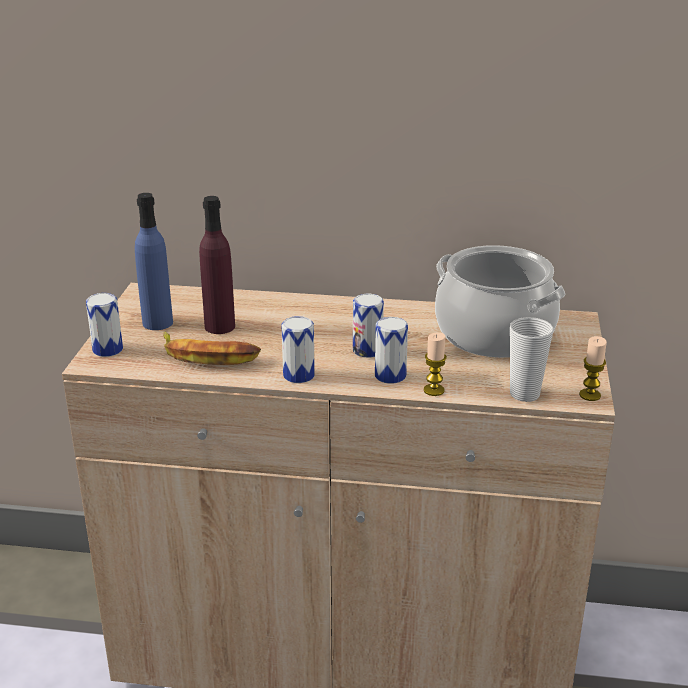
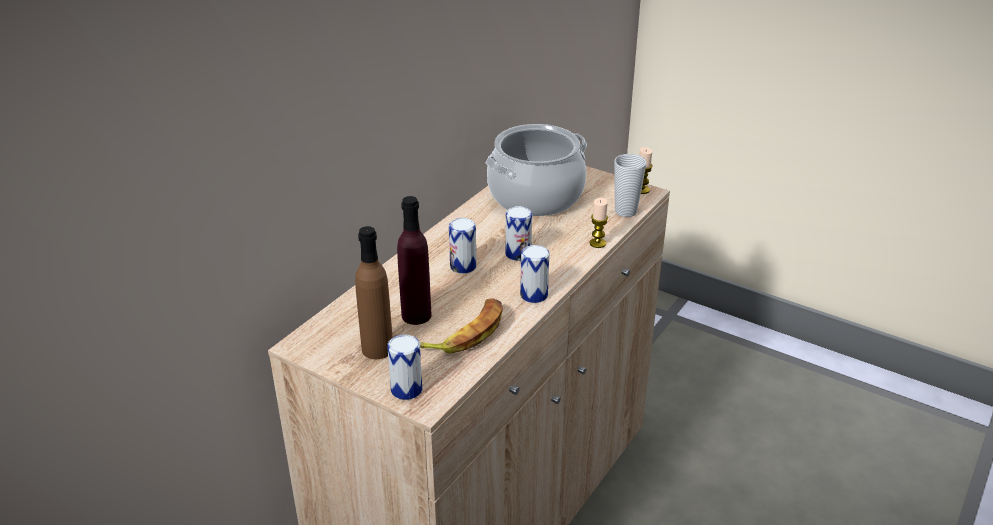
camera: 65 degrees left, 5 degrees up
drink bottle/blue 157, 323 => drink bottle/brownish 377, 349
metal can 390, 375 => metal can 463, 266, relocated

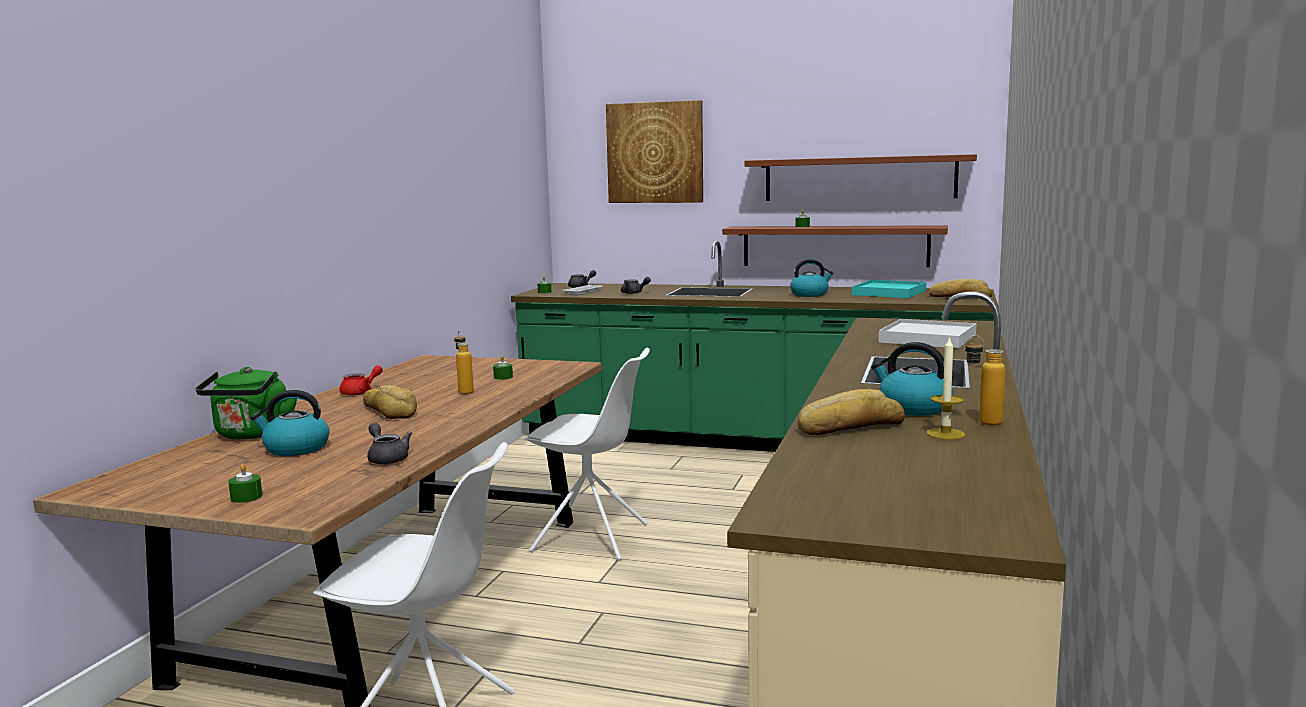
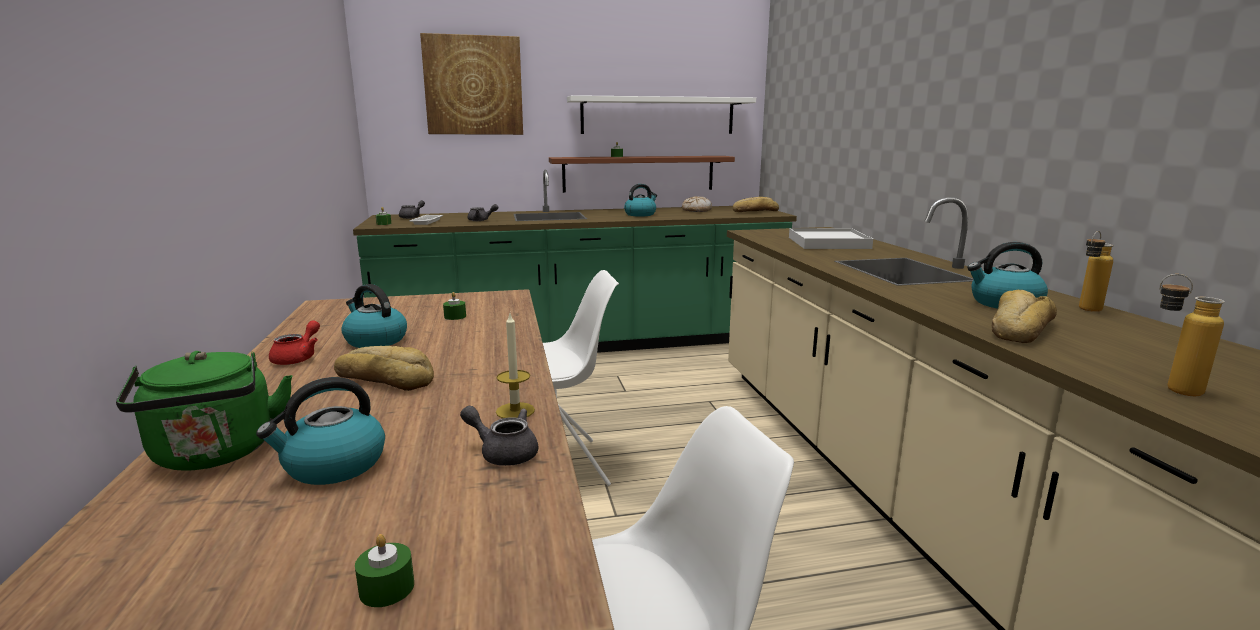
camera: 30 degrees left, 5 degrees up
nothing => water kettle 375, 340
wax light 945, 434 => wax light 515, 411, relocated
wall shelf/brownish 859, 178 => wall shelf/white-coloured 658, 116
carrying tray/turquoise-coloured 889, 293 => bread 696, 210
drink bottle 464, 391 => drink bottle 1169, 388, relocated

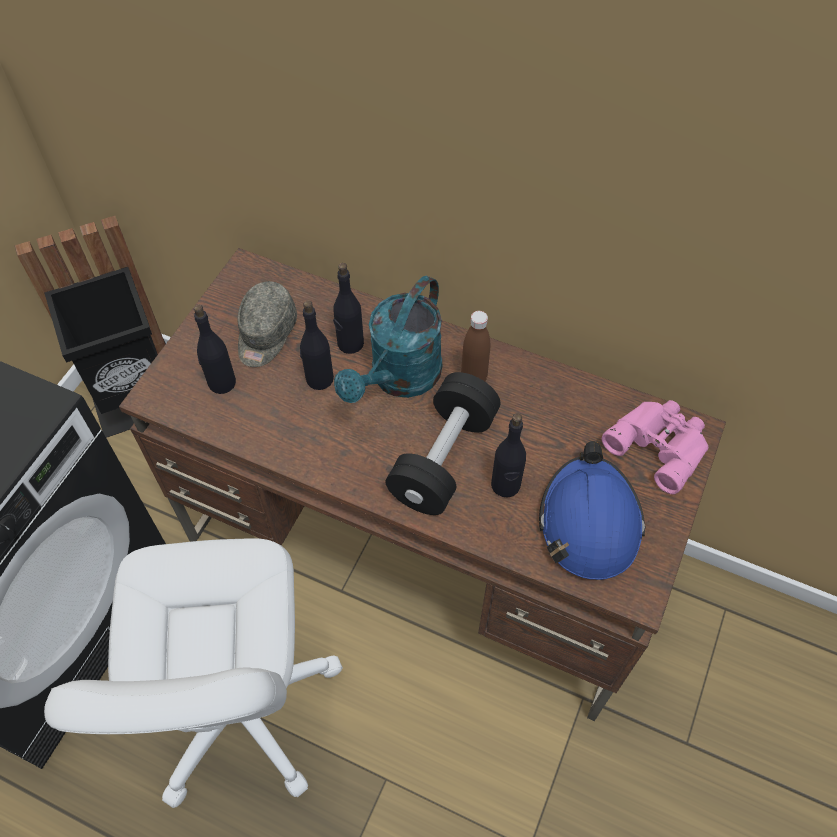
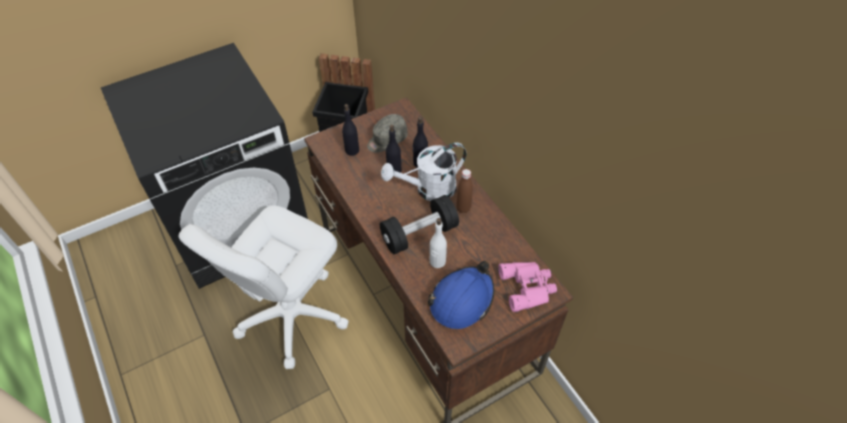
camera: 35 degrees right, 5 degrees down
watering can/turquoise-coloured 399, 379 => watering can/white-coloured 429, 190
drink bottle/black 505, 485 => drink bottle/white-coloured 437, 261

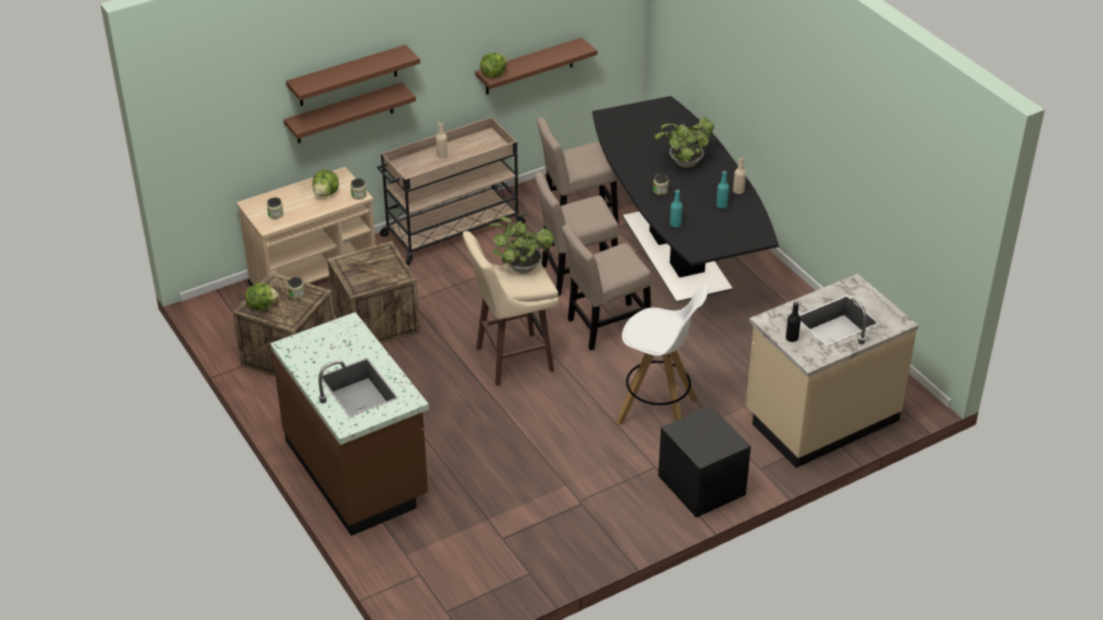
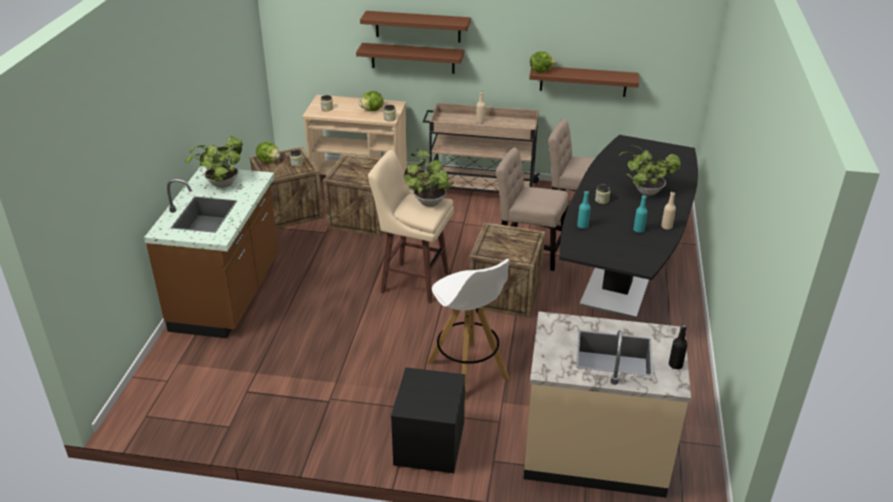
camera: 40 degrees right, 5 degrees down
nothing => houseplant 220, 184
plain chair/beige 605, 326 => shipping crate 505, 294
drink bottle/black 791, 338 => drink bottle/black 675, 365, relocated

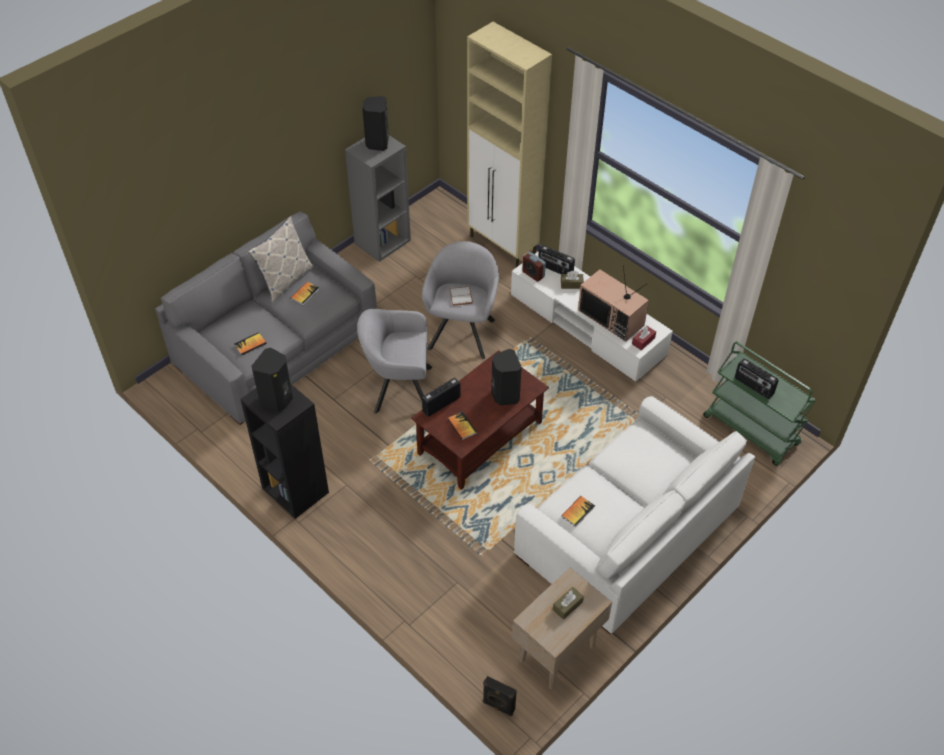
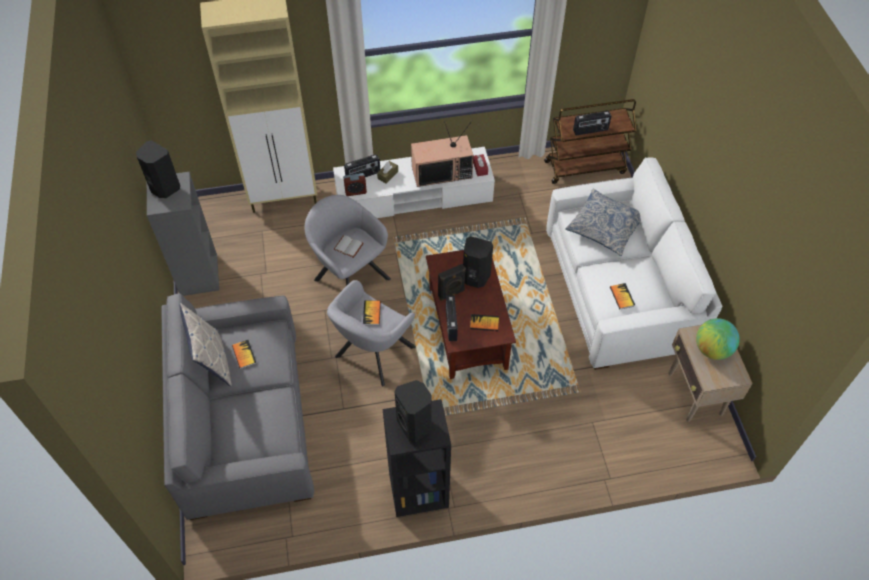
camera: 55 degrees left, 5 degrees up
volume 250, 344 => volume 372, 313, relocated
audio speaker/black 498, 706 => audio speaker/black 451, 294, relocated
wheeled cart/greenish 752, 430 => wheeled cart/brownish 585, 167
nothing => cushion 605, 227
box of tissues/brownish 567, 606 => world globe 712, 349

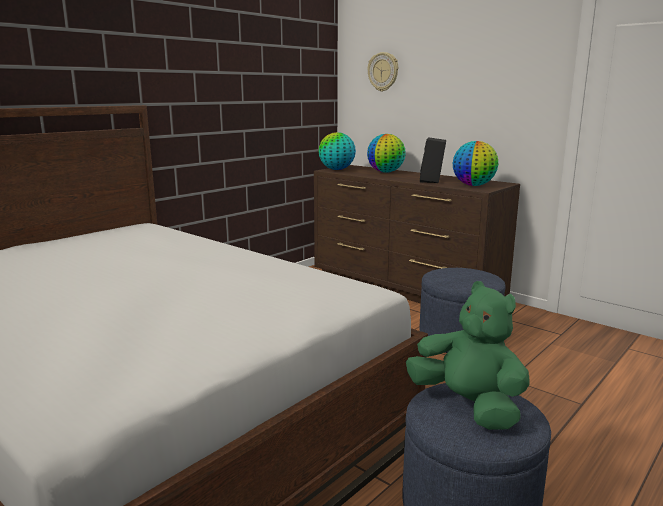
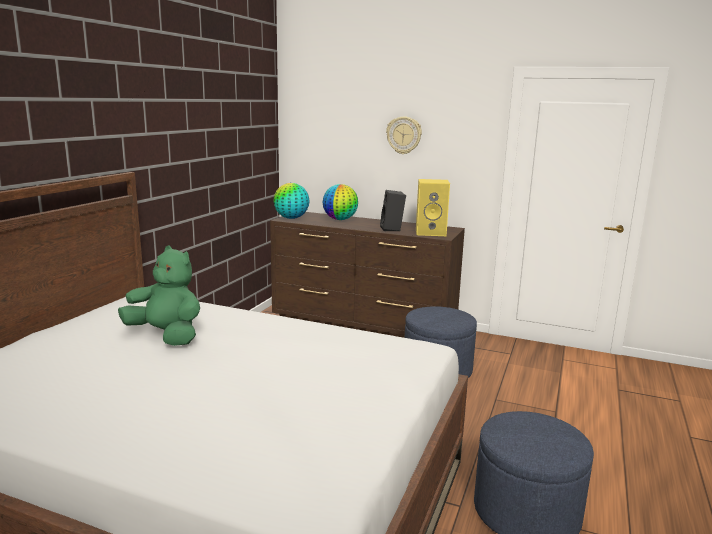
camera: 20 degrees left, 0 degrees up
cuddly toy/greenish 468, 405 => cuddly toy/greenish 167, 336, relocated
clock on the wall 383, 72 => clock on the wall 404, 135, relocated
world globe 473, 185 => audio speaker/yellow-coloured 431, 232

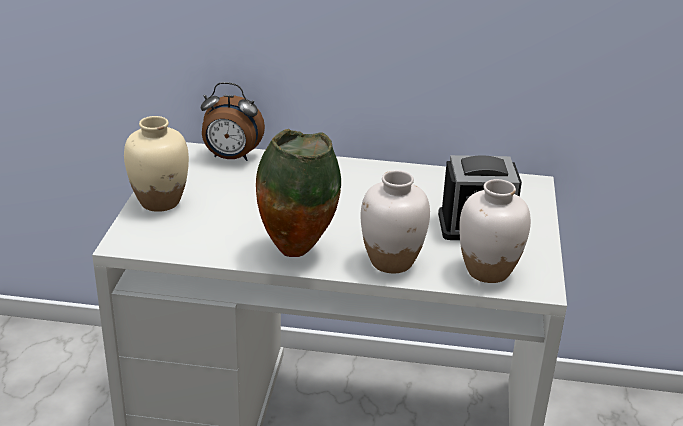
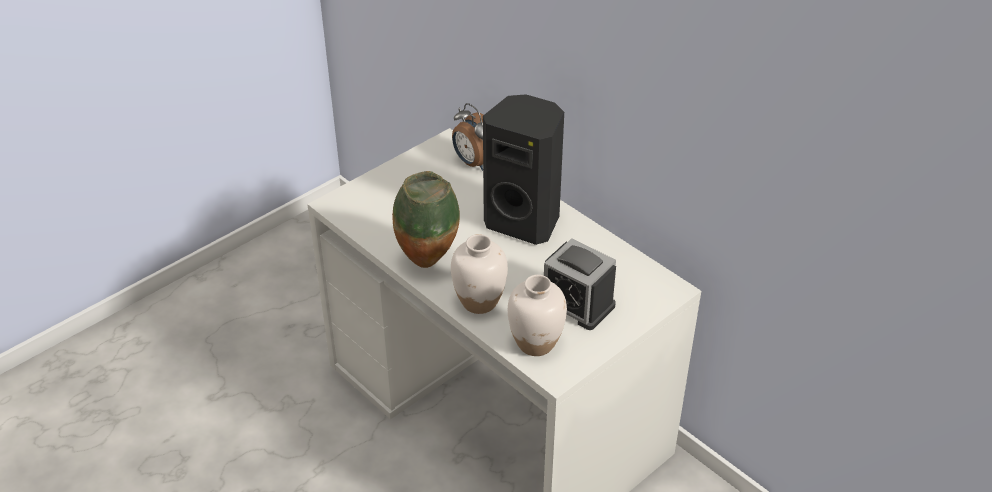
camera: 40 degrees right, 10 degrees up
nothing => audio speaker/black 524, 221
decorative vase/beige 160, 201 => nothing

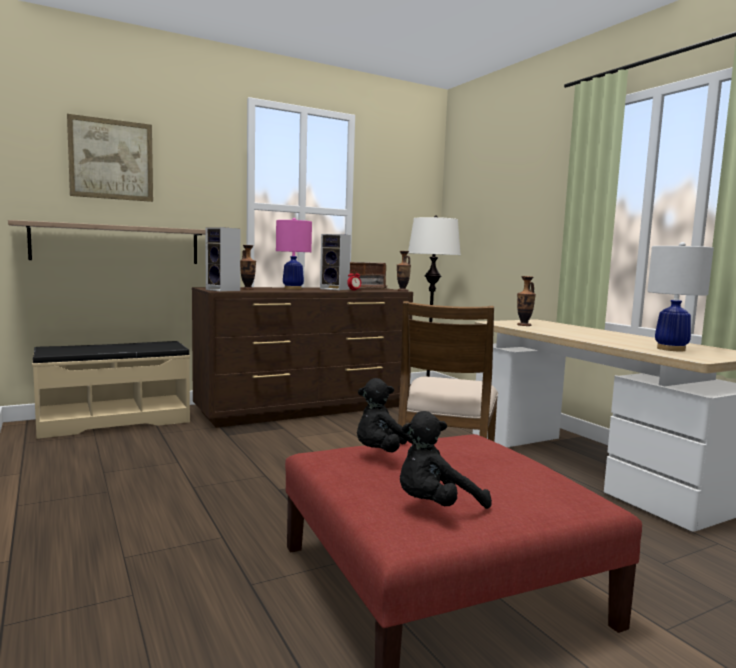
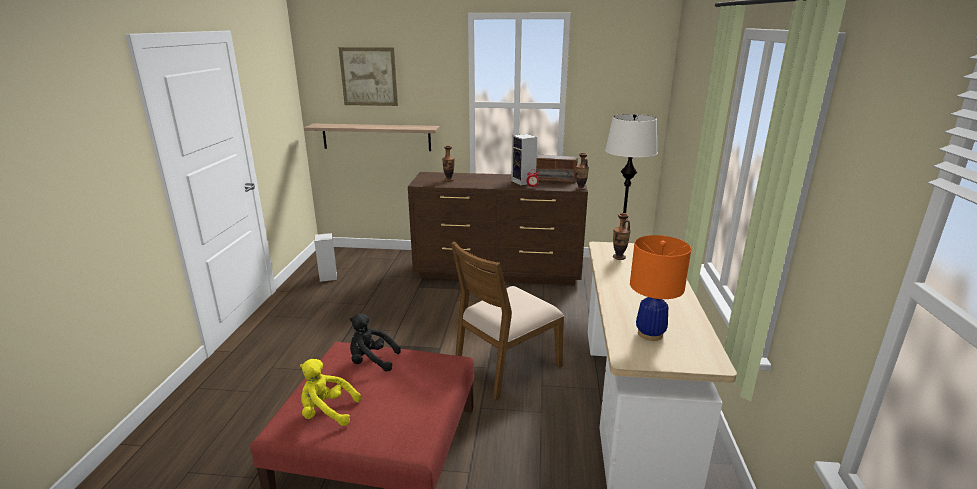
camera: 35 degrees right, 15 degrees up
cuddly toy/black 435, 506 => cuddly toy/yellow-coloured 327, 412
audio speaker 224, 290 => audio speaker 329, 277, relocated
tabletop lamp/white-coloured 671, 349 => tabletop lamp/orange 650, 334
long seat/beige 114, 421 => nothing
tabletop lamp/pink 293, 288 => nothing

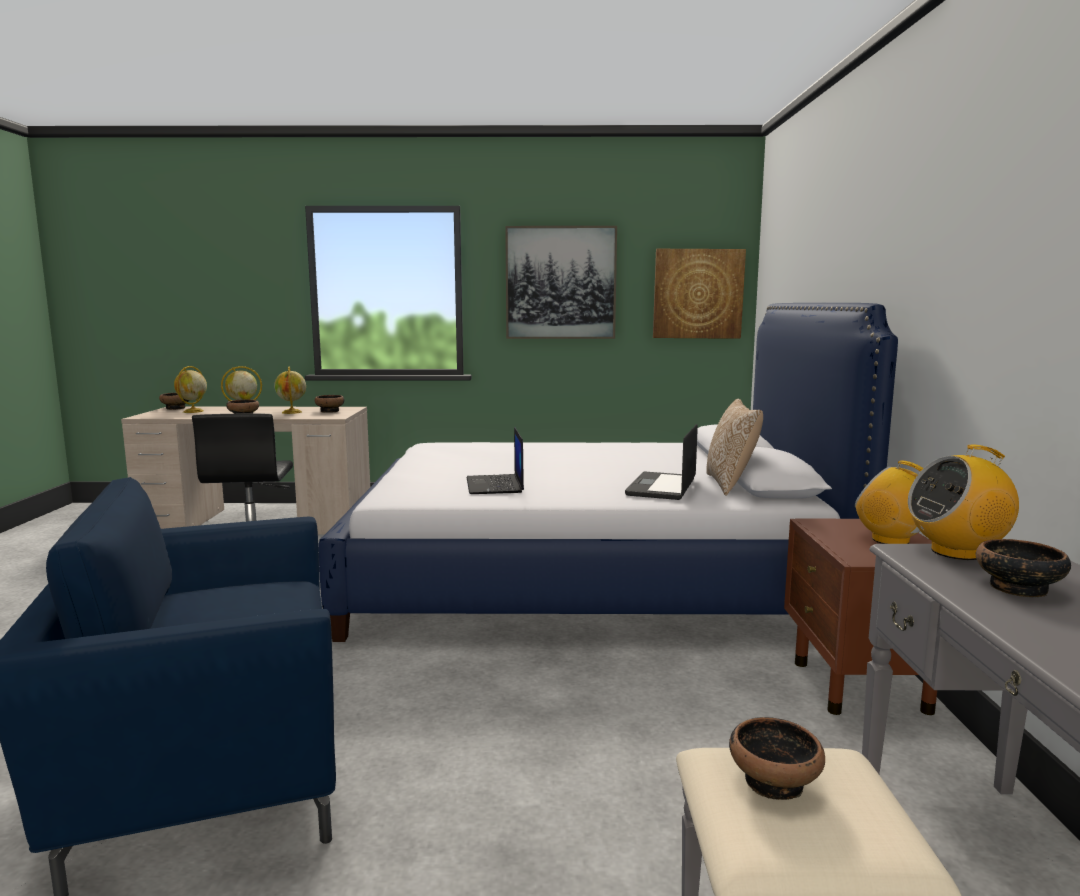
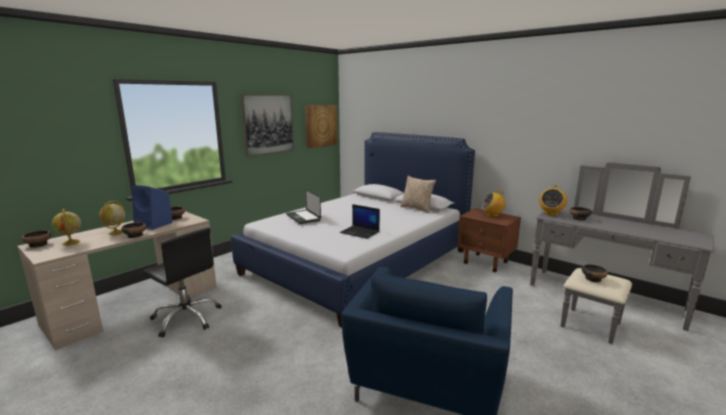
camera: 50 degrees left, 5 degrees up
world globe 292, 412 => audio speaker/blue 154, 224
laptop 661, 487 => laptop 303, 217, relocated

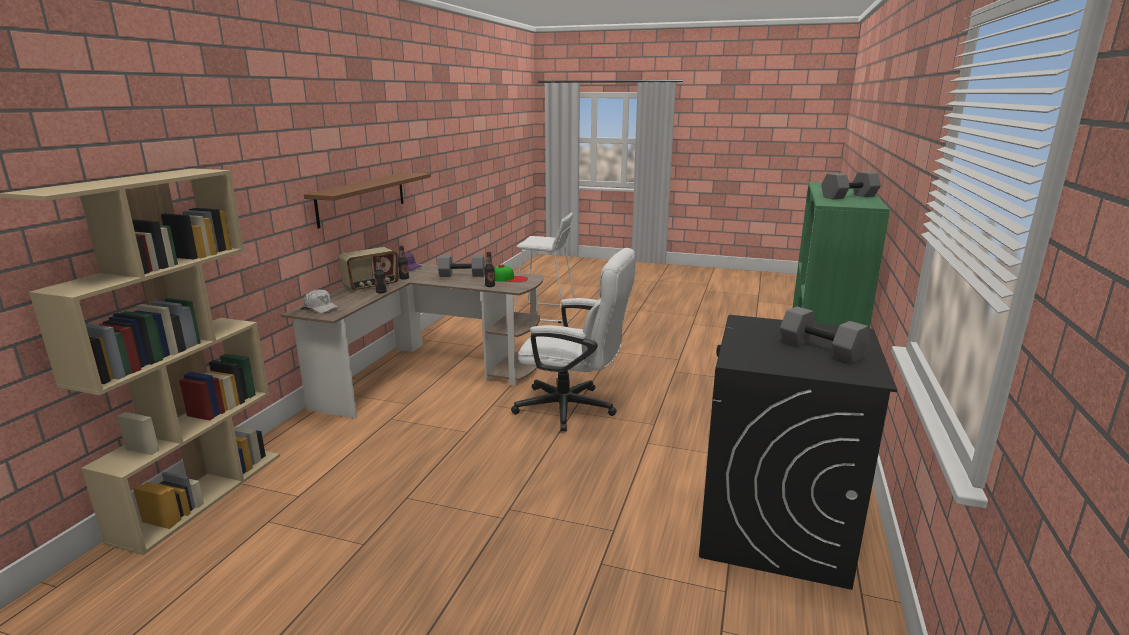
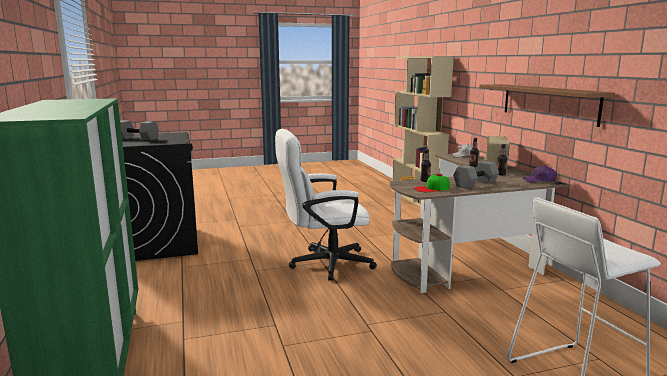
camera: 145 degrees right, 5 degrees down
dumbbell/greyish 848, 197 => nothing

